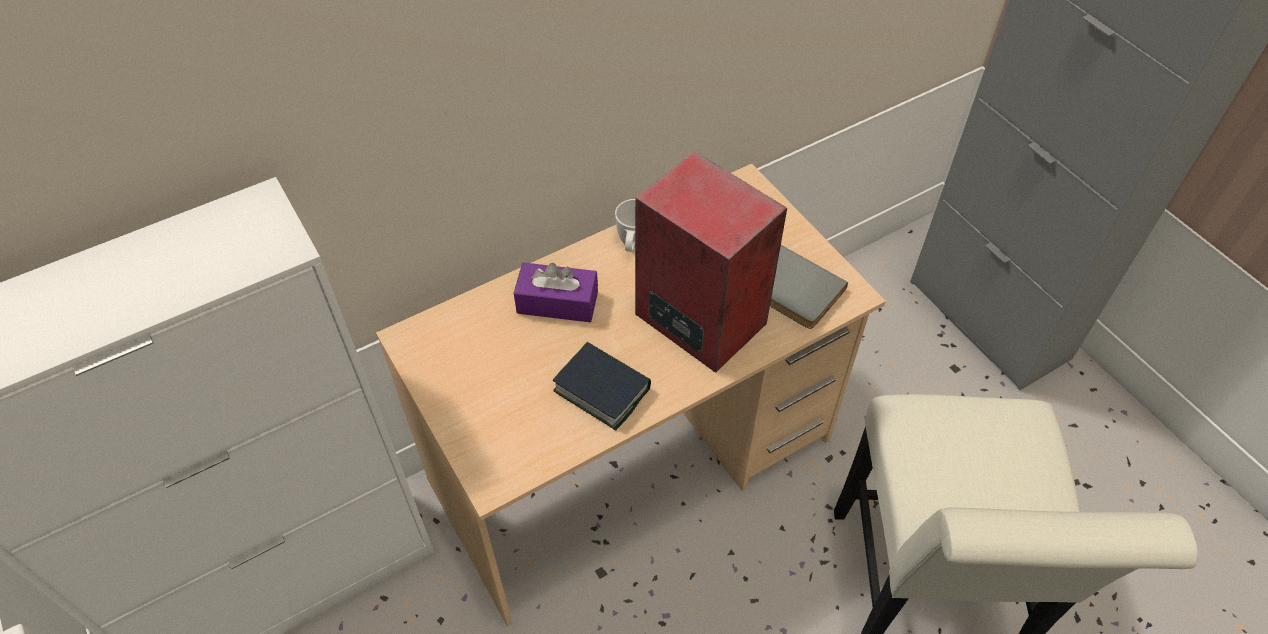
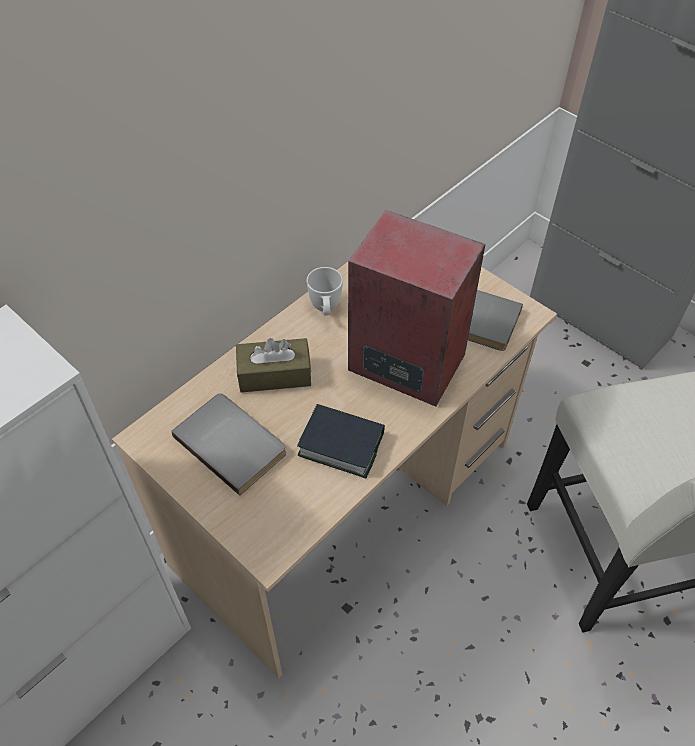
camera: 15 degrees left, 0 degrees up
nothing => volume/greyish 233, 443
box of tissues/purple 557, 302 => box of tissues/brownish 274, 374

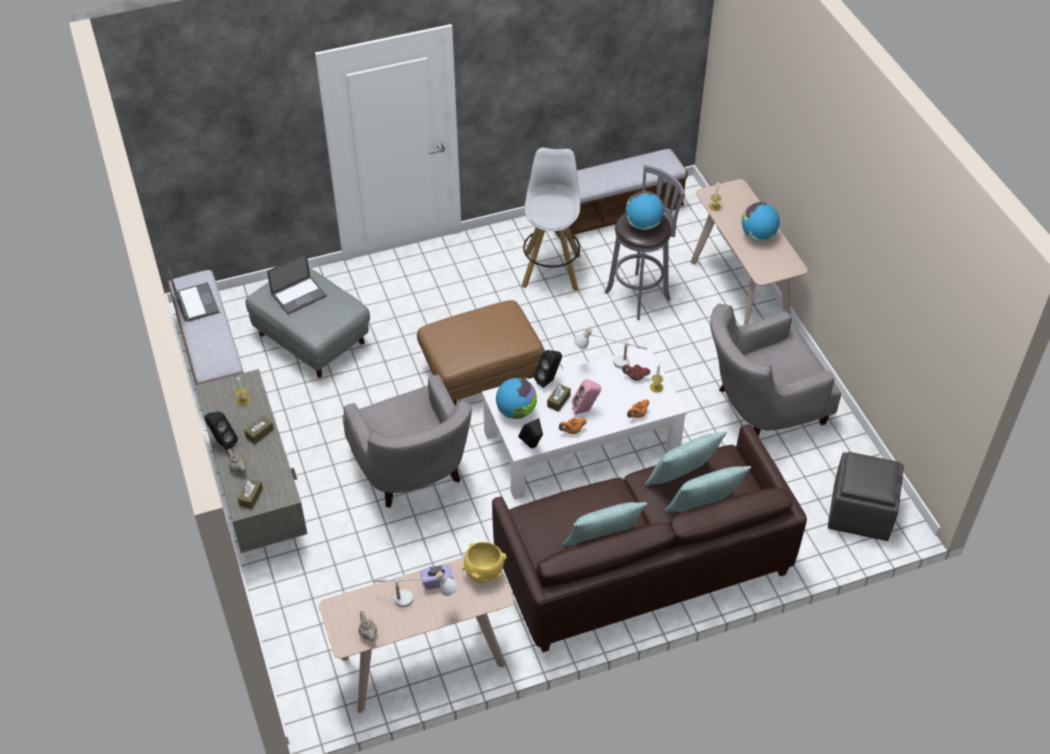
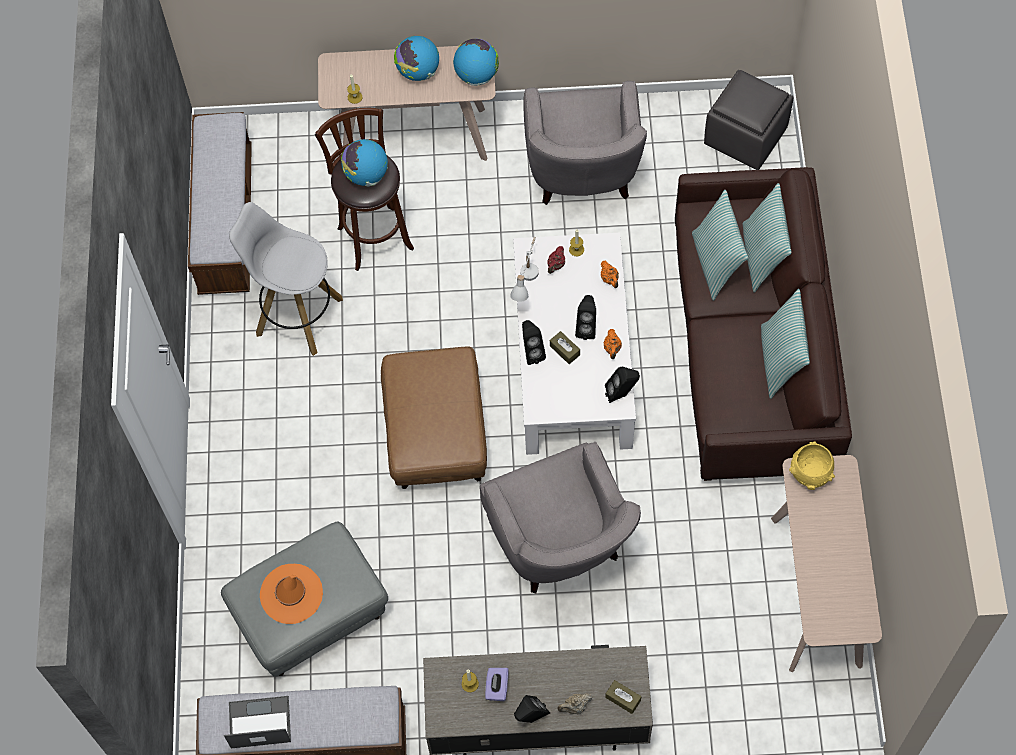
camera: 70 degrees left, 15 degrees up
laptop 299, 294 => clothing hat/orange 291, 594
stool seat/greyish 640, 294 => stool seat/brownish 373, 235
world globe 516, 412 => world globe 476, 75, relocated
easy chair/greyish 412, 471 => easy chair/greyish 560, 544, 75 degrees clockwise
box of tissues/purple 437, 581 => box of tissues/purple 497, 688, relocated
audio speaker/pink 585, 410 => audio speaker/black 586, 327
box of tissues/brownish 259, 433 => nothing
tea pot/beige 367, 633 => nothing
tabletop lamp/white-coloured 417, 602 => nothing

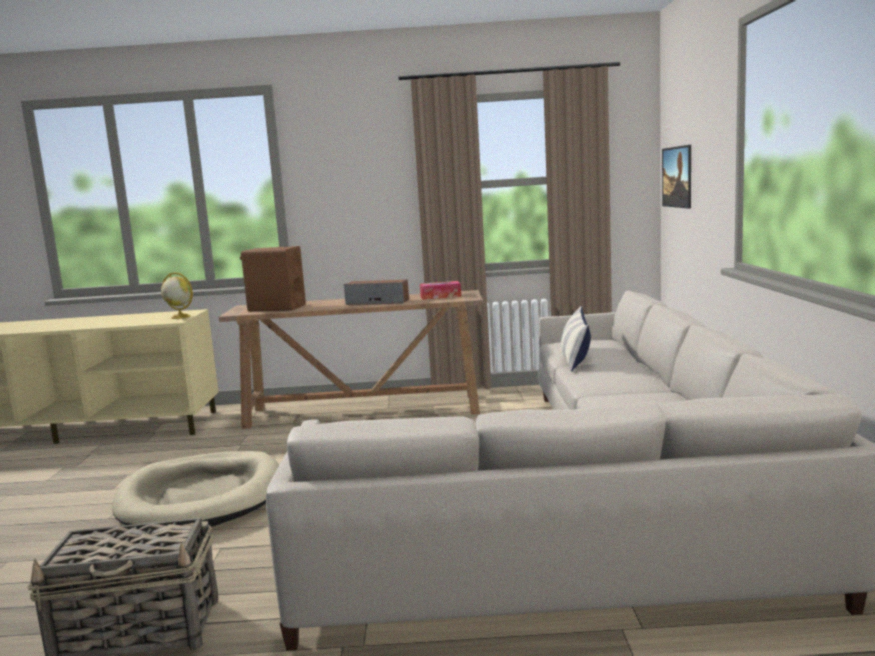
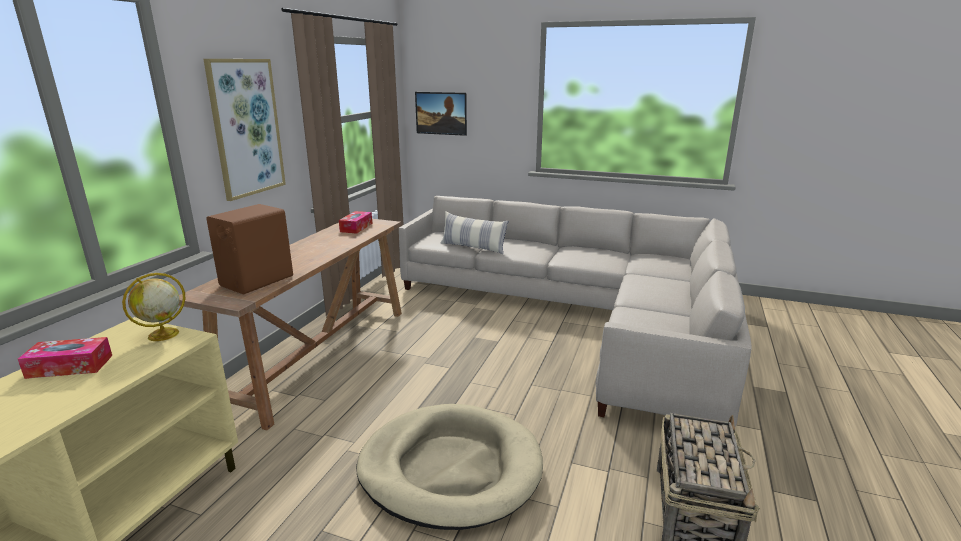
camera: 70 degrees left, 10 degrees up
nothing => box of tissues 70, 366
nothing => wall art 246, 128
audio speaker 377, 302 => nothing

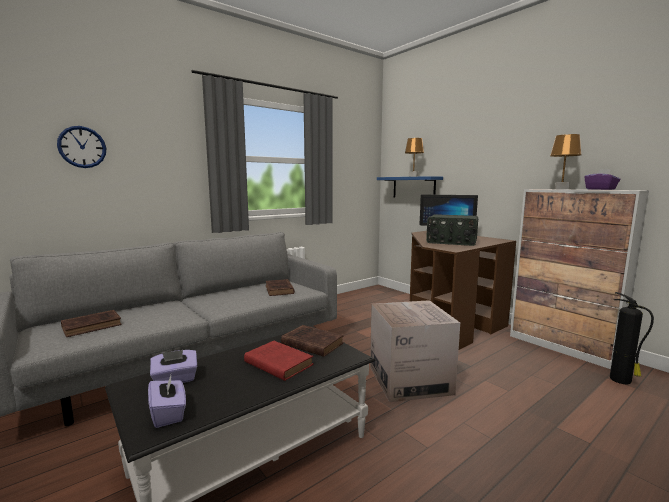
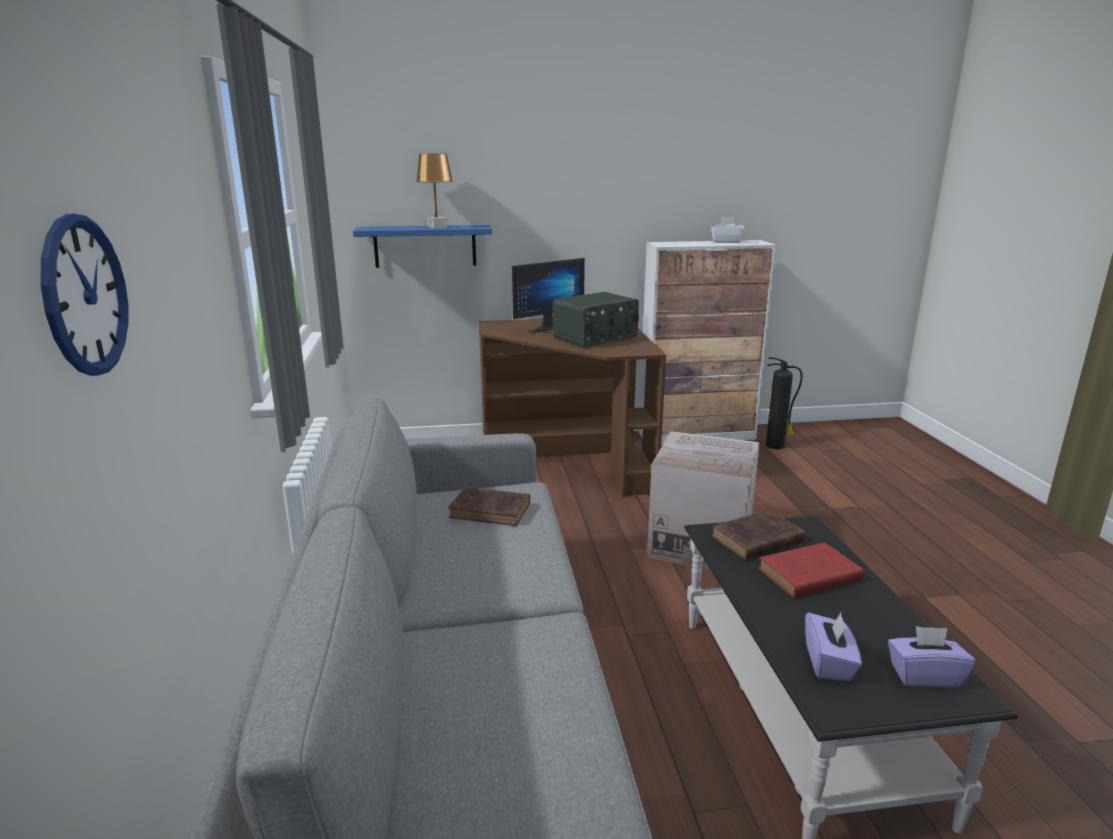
camera: 60 degrees left, 10 degrees up
box of tissues/purple 600, 189 => box of tissues/white-coloured 726, 242
volume/brownish 93, 326 => nothing
tabletop lamp/brownish 561, 189 => nothing

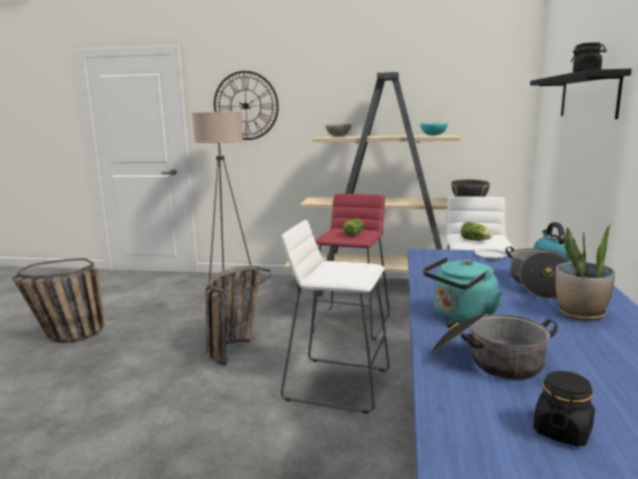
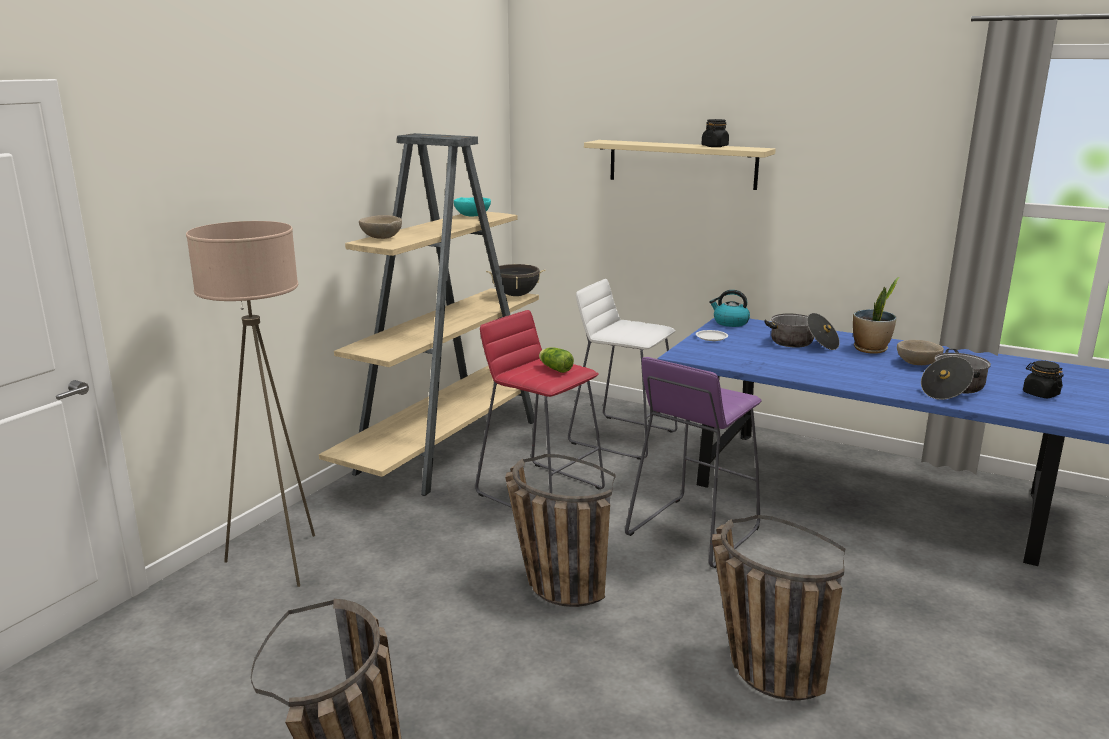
camera: 70 degrees left, 5 degrees up
wall shelf/black 588, 96 => wall shelf/beige 682, 164
stool seat/white-coloured 336, 383 => stool seat/purple 692, 531
nothing => storage basket 757, 666
nothing => bowl/beige 918, 363
clock on the wall 245, 106 => nothing
water kettle/turquoise-coloured 461, 317 => nothing
lettuce head 476, 240 => nothing

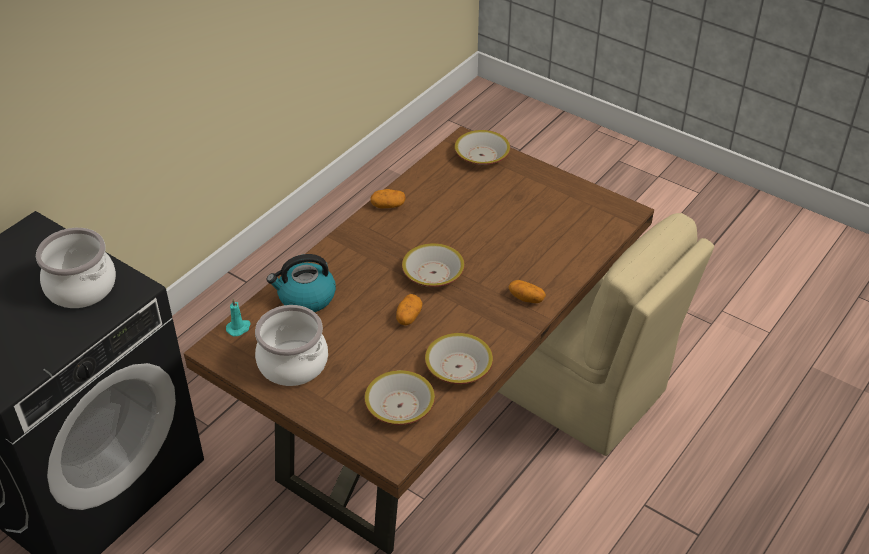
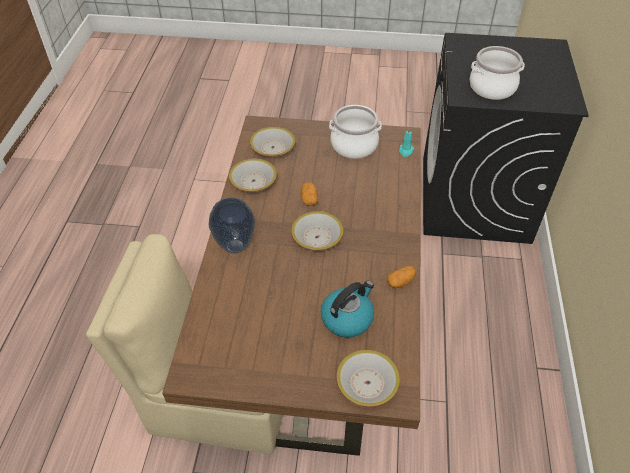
camera: 150 degrees right, 5 degrees up
spud 526, 298 => decorative vase 236, 246
water kettle 306, 298 => water kettle 347, 318, relocated

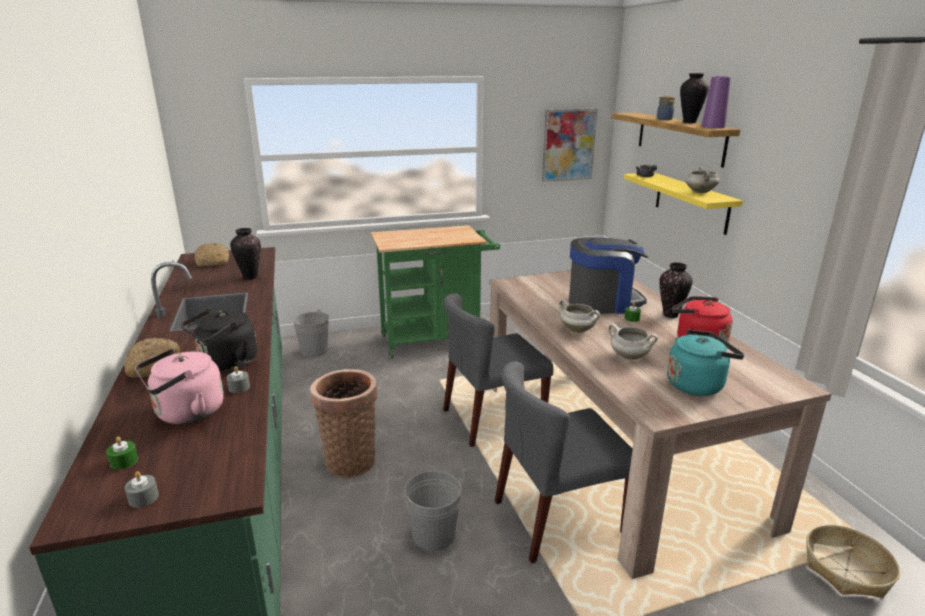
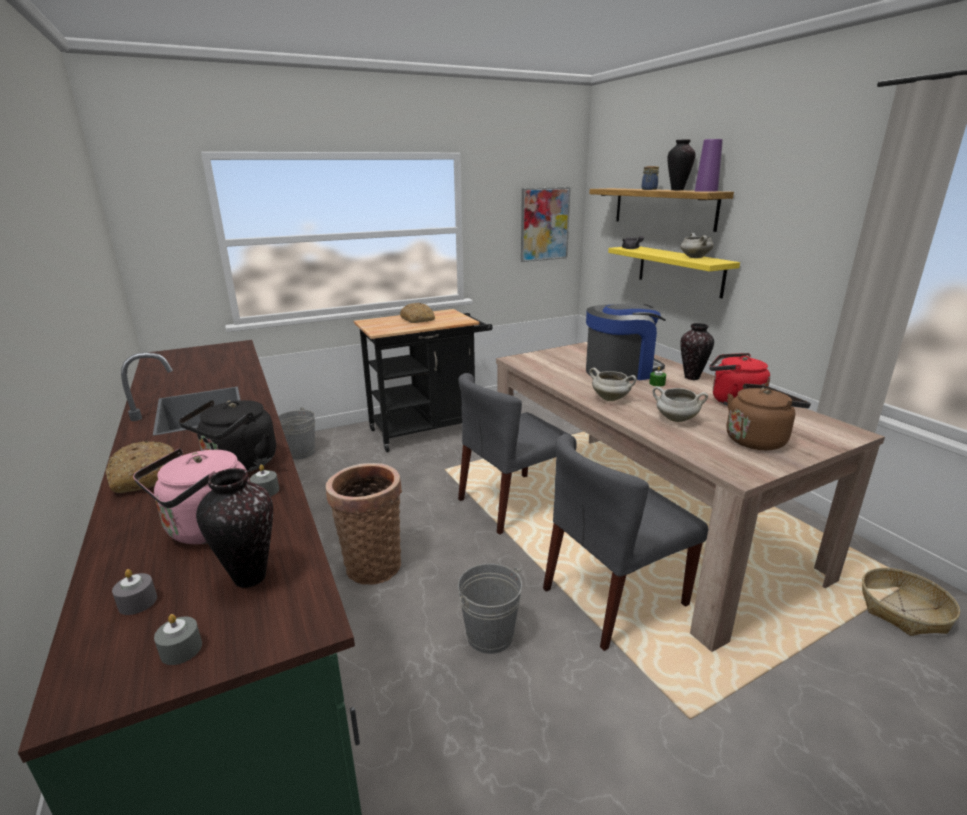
camera: 10 degrees left, 0 degrees up
wax light/greenish 124, 461 => wax light/greyish 138, 602
decorative vase 250, 277 => decorative vase 249, 577, relocated
wheeled cart/greenish 436, 340 => wheeled cart/black 429, 429
bread 213, 261 => bread 418, 319, relocated
water kettle/turquoise-coloured 697, 384 => water kettle/brownish 758, 440

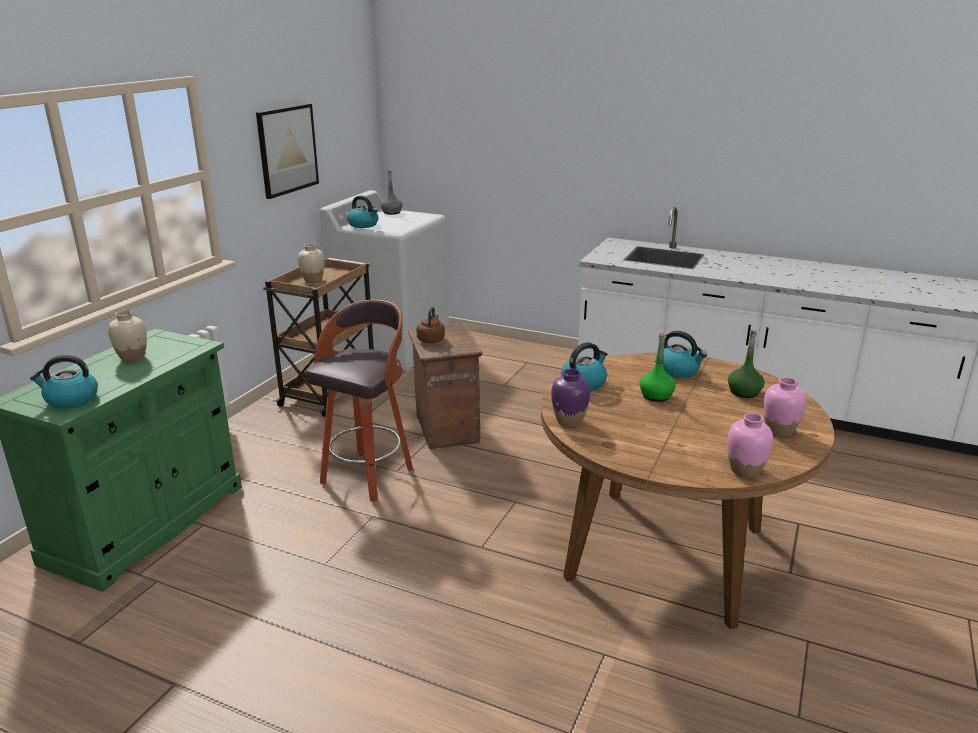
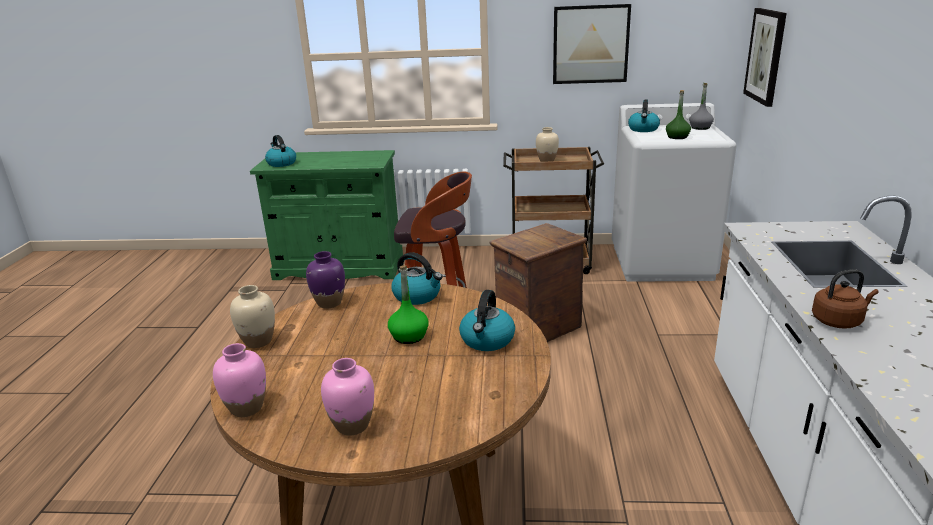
camera: 70 degrees right, 0 degrees up
decorative vase/beige 132, 358 => decorative vase/beige 258, 341, relocated
drink bottle/greenish 744, 392 => drink bottle/greenish 677, 137, relocated
nothing => wall art 765, 56
water kettle/brownish 431, 339 => water kettle/brownish 838, 321, relocated

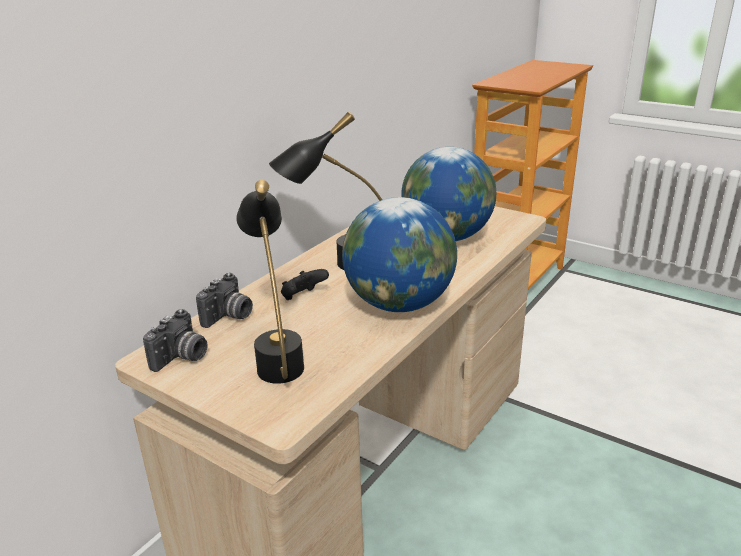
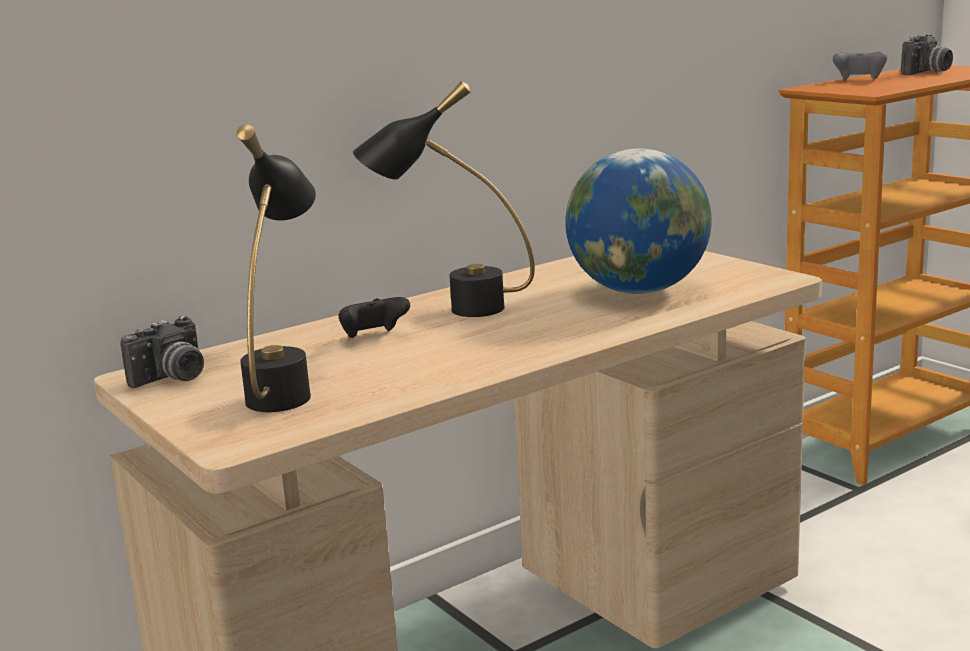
camera: 20 degrees right, 10 degrees down
nothing => gamepad/greyish 859, 80
still camera 229, 317 => still camera 927, 72, relocated
world globe 399, 304 => nothing

